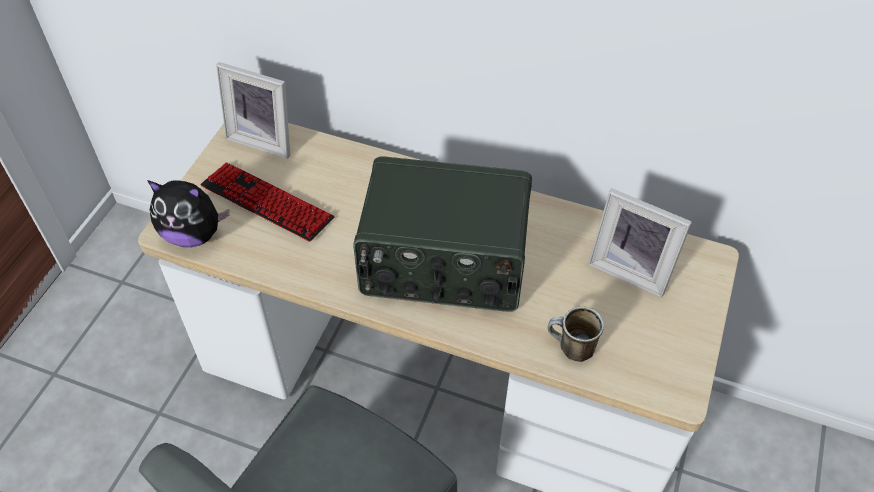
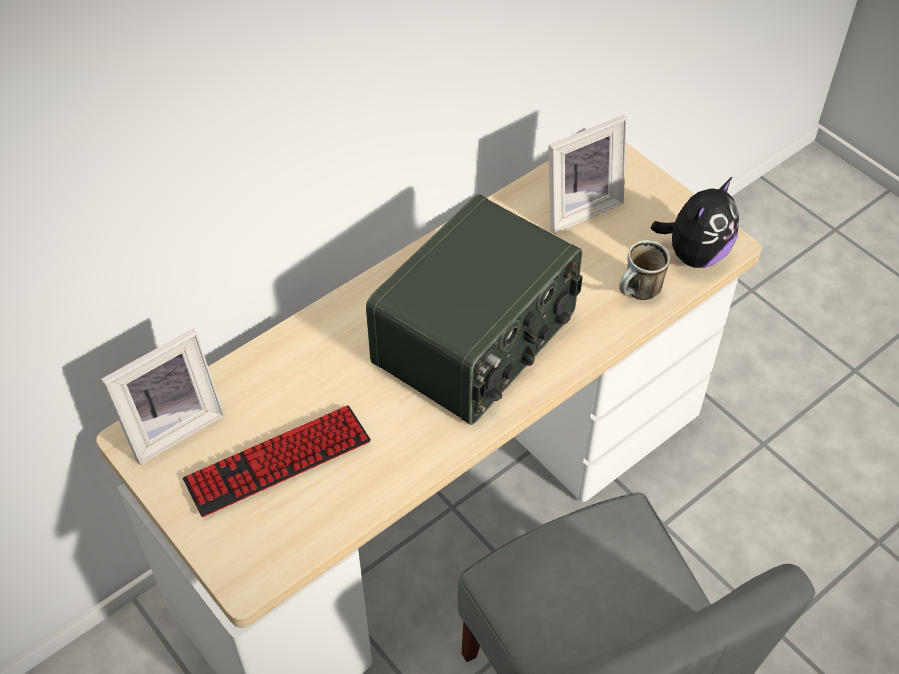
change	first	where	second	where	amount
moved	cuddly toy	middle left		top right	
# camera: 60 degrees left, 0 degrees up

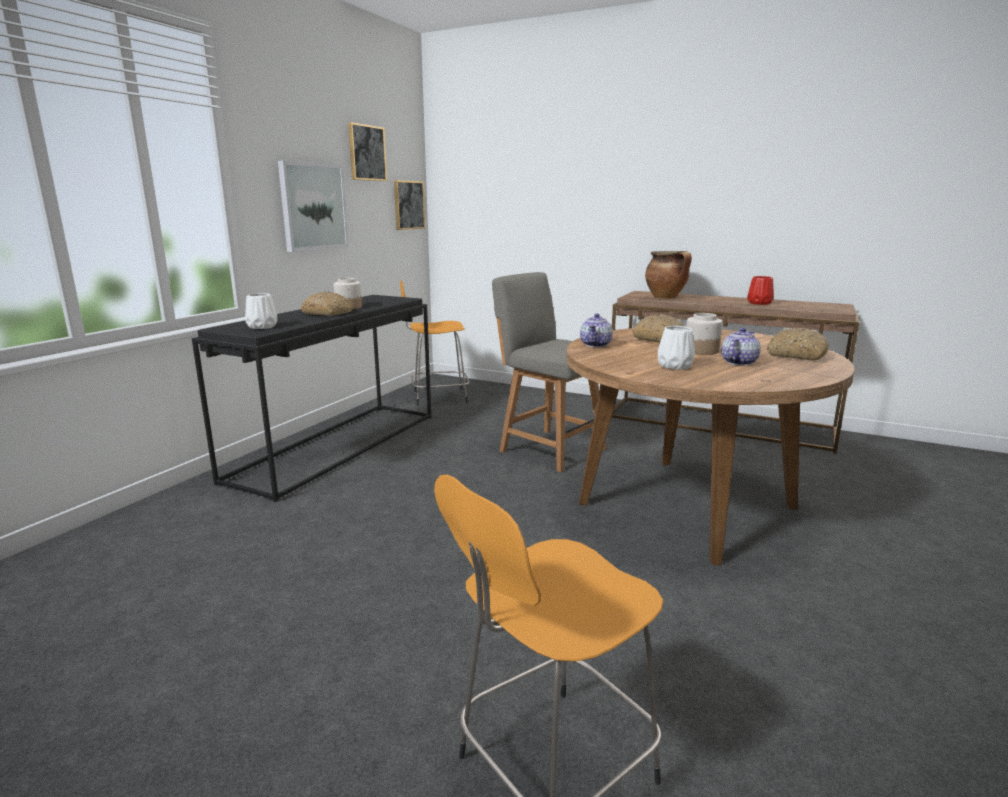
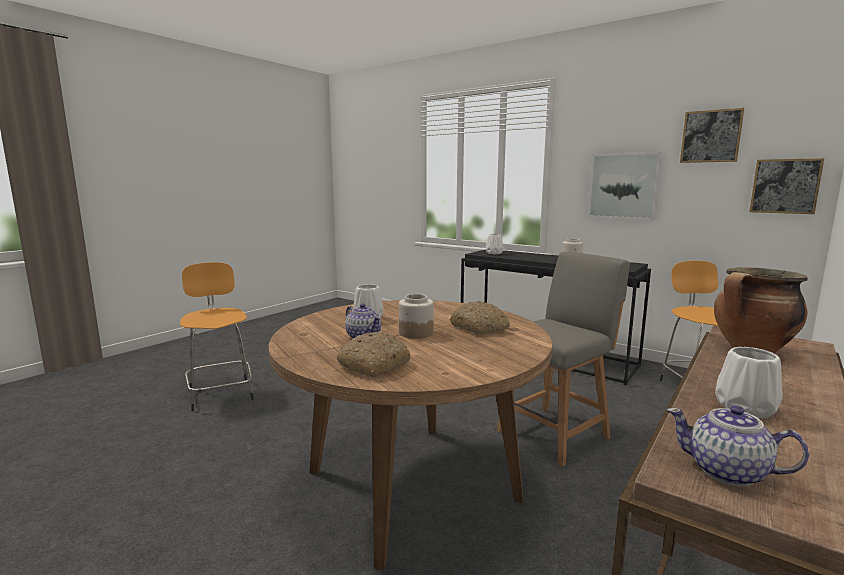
change	first	where	second	where	amount
removed	baked bread (1st from left)	middle left			
moved	teapot (1st from left in the first image)	centre	teapot (2nd from left)	bottom right	
recoloured	reddish flower vase	middle right	white-coloured flower vase (3rd from left)	middle right	
# camera: 100 degrees right, 5 degrees down

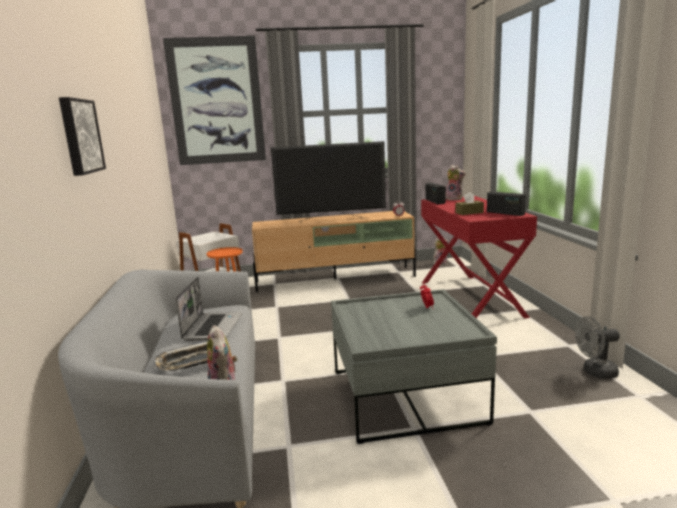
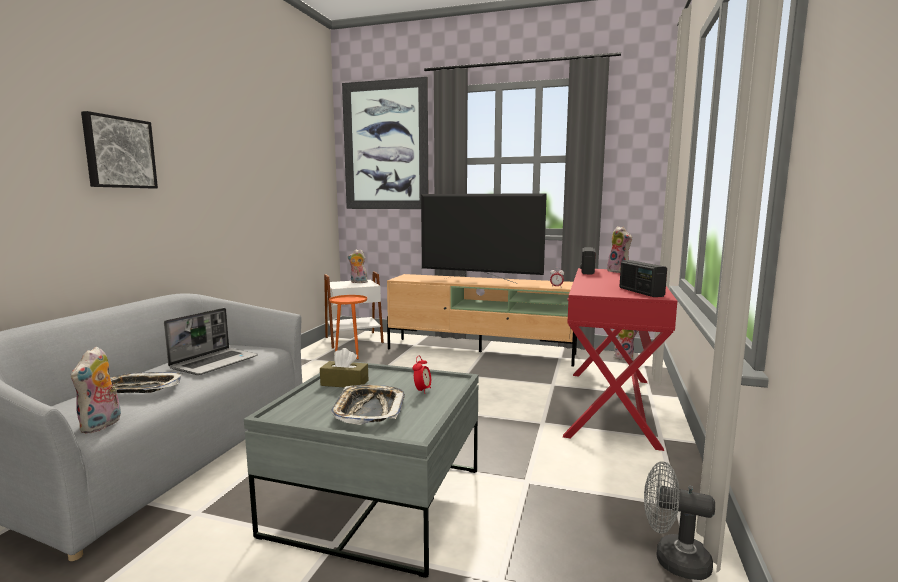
change	first	where	second	where	amount
added			serving tray (2nd from left)	bottom centre	
added			cuddly toy (2nd from left)	centre	
moved	brownish tissue box	middle right		centre	
# camera: 25 degrees right, 5 degrees down

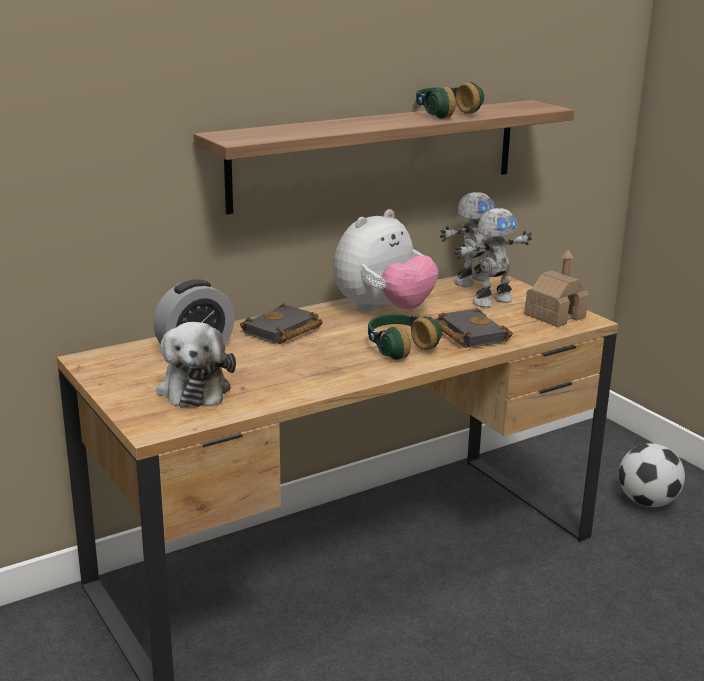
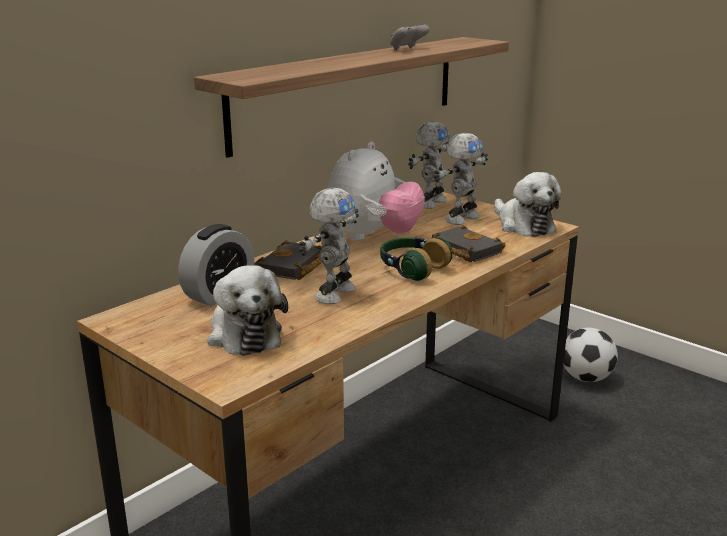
change	first	where	second	where	amount
added			toy robot (1st from left)	centre	
replaced	headset (2nd from left)	top centre	grey joypad	top centre	
replaced	miniature house	middle right	cuddly toy (3rd from left)	middle right	
# camera: 15 degrees left, 0 degrees up

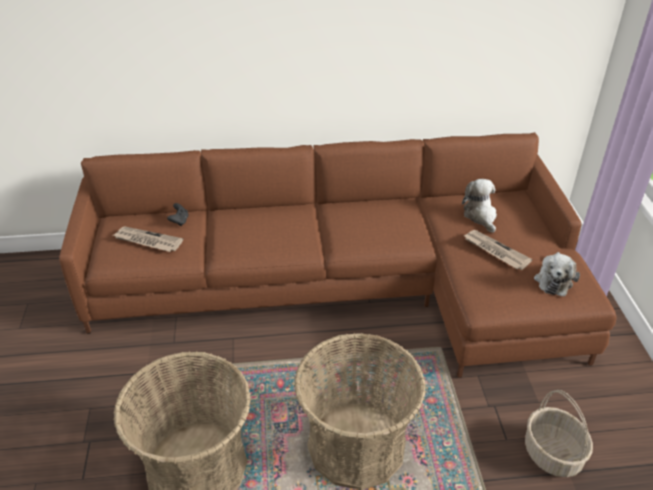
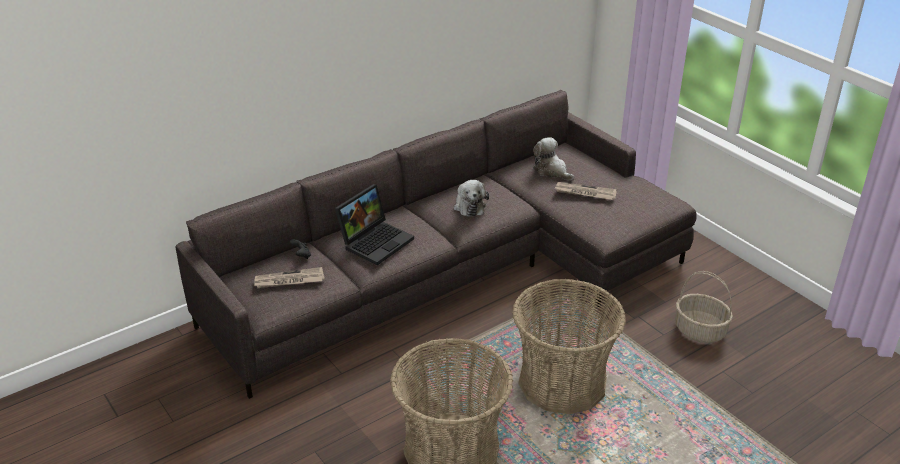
change	first	where	second	where	amount
added			notebook computer	centre	
moved	cuddly toy (2nd from left in the first image)	middle right	cuddly toy (1st from left)	centre	
recoloured	brownish sofa	centre	grey sofa	centre	
# camera: 30 degrees left, 5 degrees down

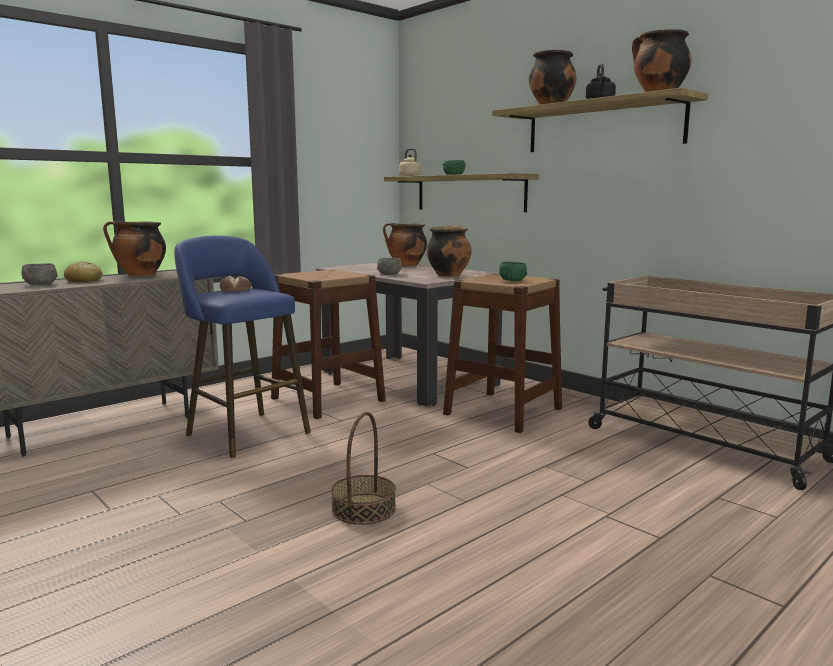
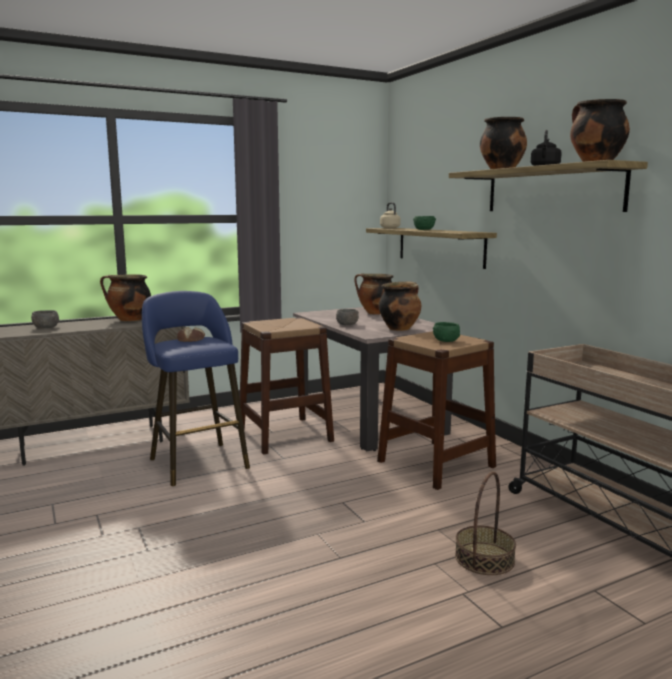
change	first	where	second	where	amount
removed	baked bread (1st from left)	middle left			
moved	household basket	bottom centre		bottom right	
# camera: 15 degrees right, 0 degrees up

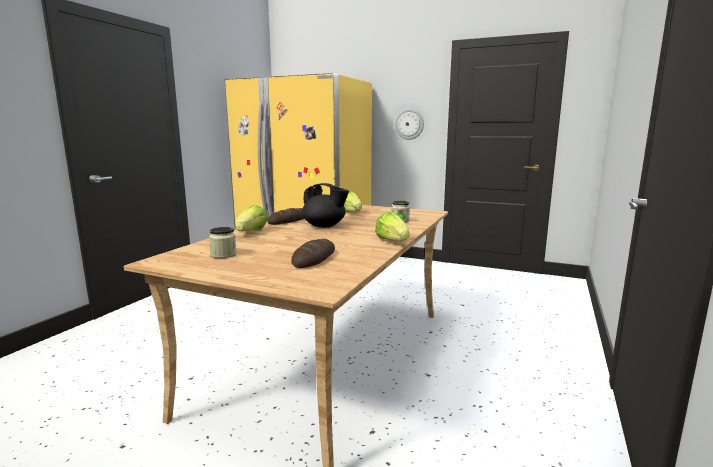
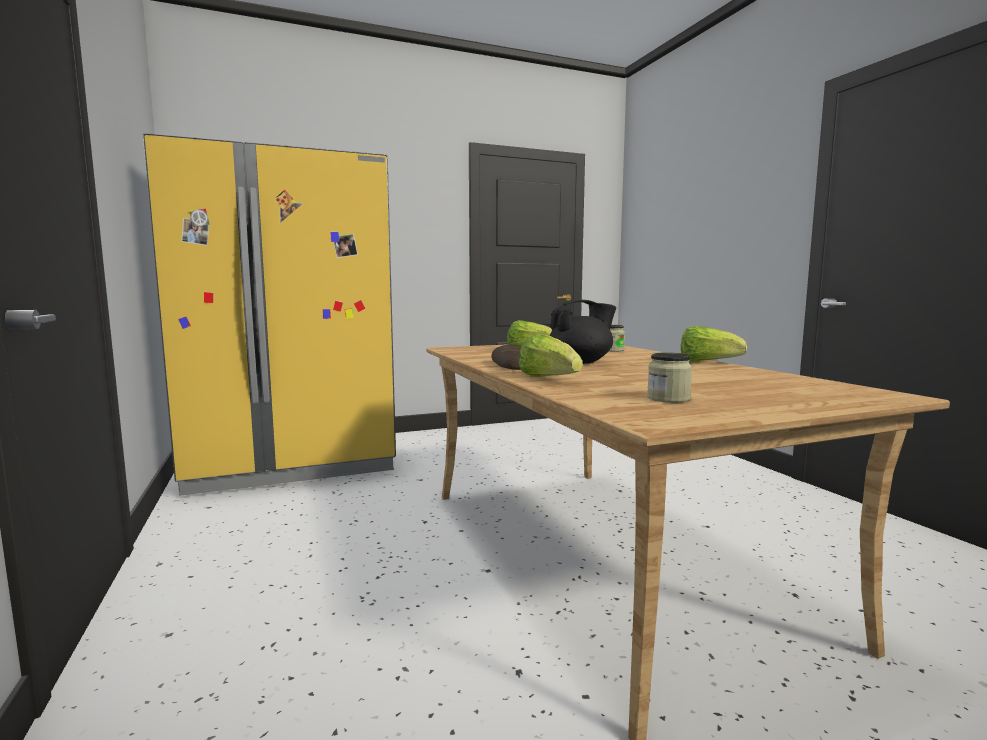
change	first	where	second	where	amount
removed	baked bread (2nd from left)	centre			
removed	wall clock	top centre			
# camera: 45 degrees left, 5 degrees down

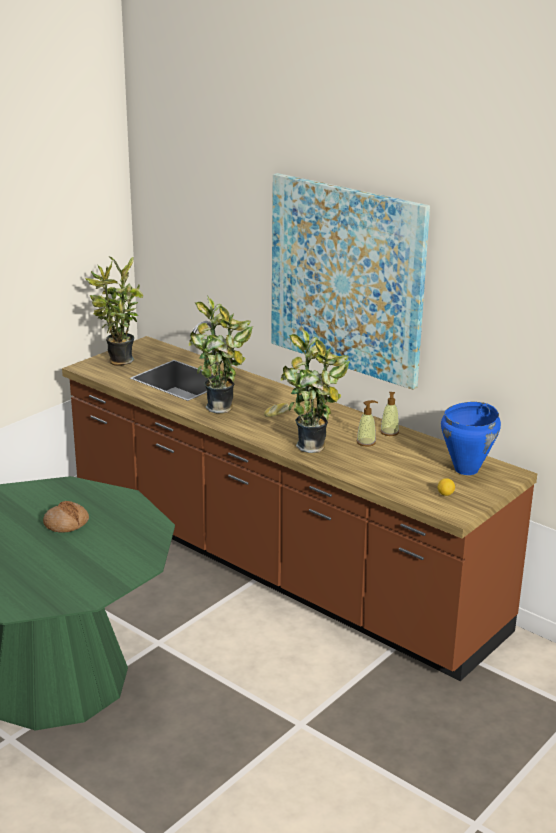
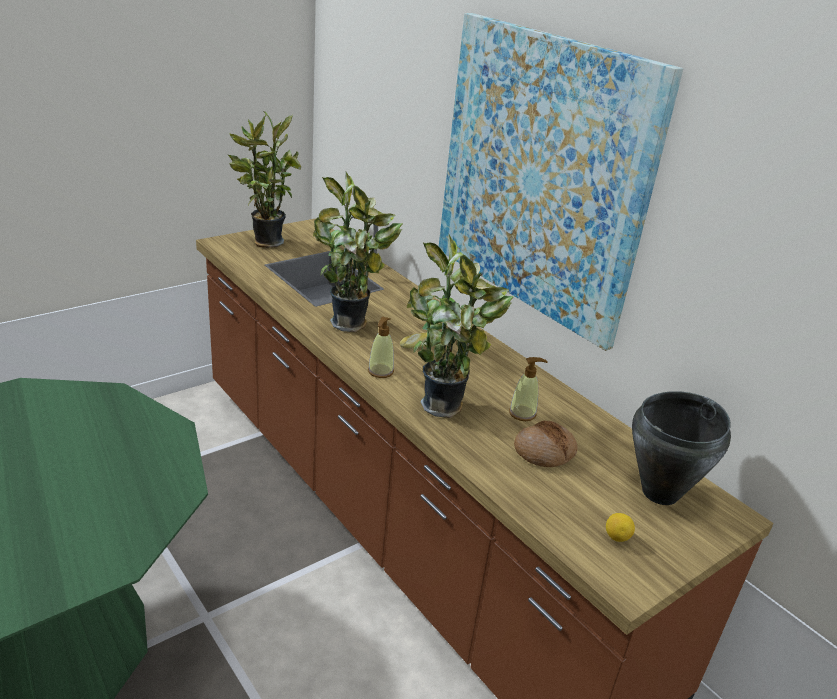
change	first	where	second	where	amount
moved	baked bread (1st from left in the first image)	middle left	baked bread (2nd from left)	centre	
moved	soap bottle (2nd from left in the first image)	middle right	soap bottle (1st from left)	centre	
recoloured	bluish cooking pot	middle right	black cooking pot	middle right	
# camera: 10 degrees right, 5 degrees up

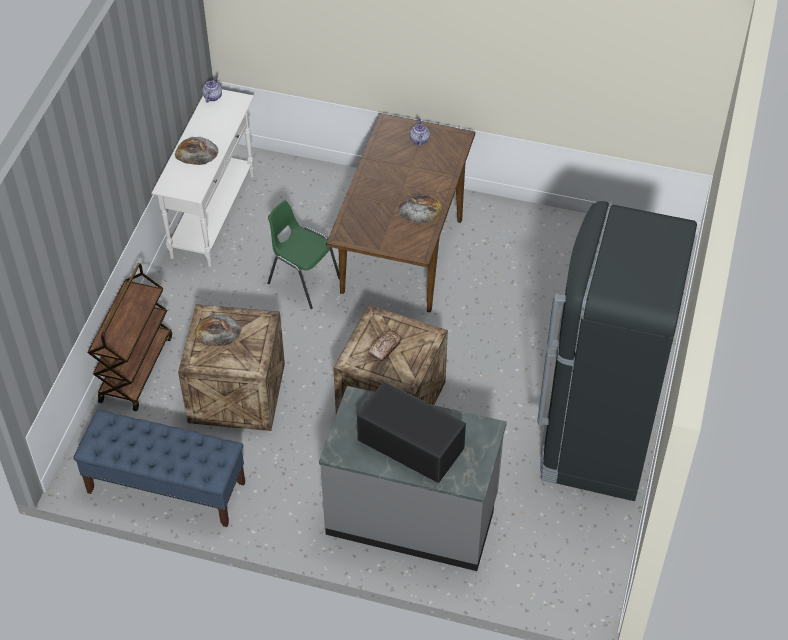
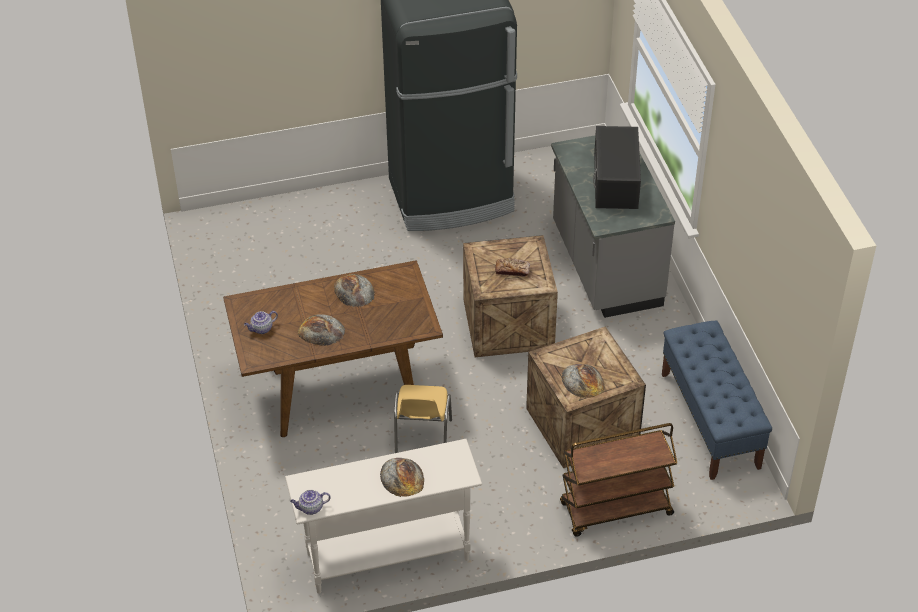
change	first	where	second	where	amount
added			baked bread (1st from left)	centre	
recoloured	greenish chair	centre	yellowish chair	bottom centre	
# camera: 120 degrees left, 5 degrees down

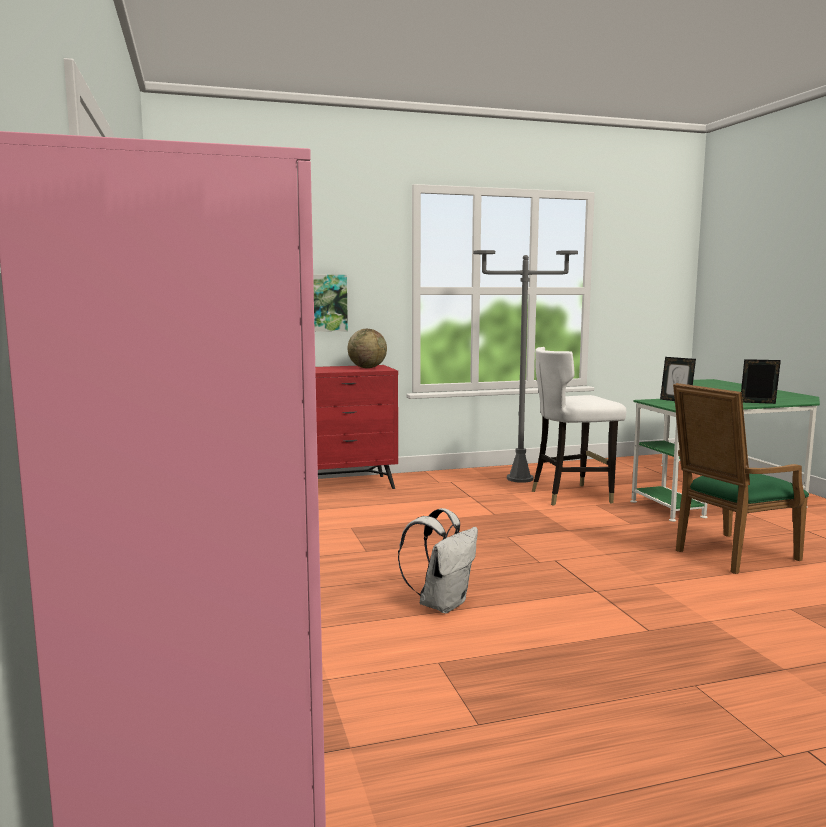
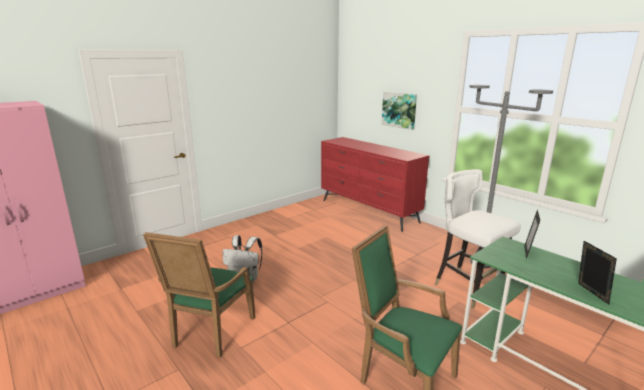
change	first	where	second	where	amount
removed	globe	centre			
added			greenish armchair (1st from left)	bottom left	
# camera: 65 degrees right, 10 degrees up

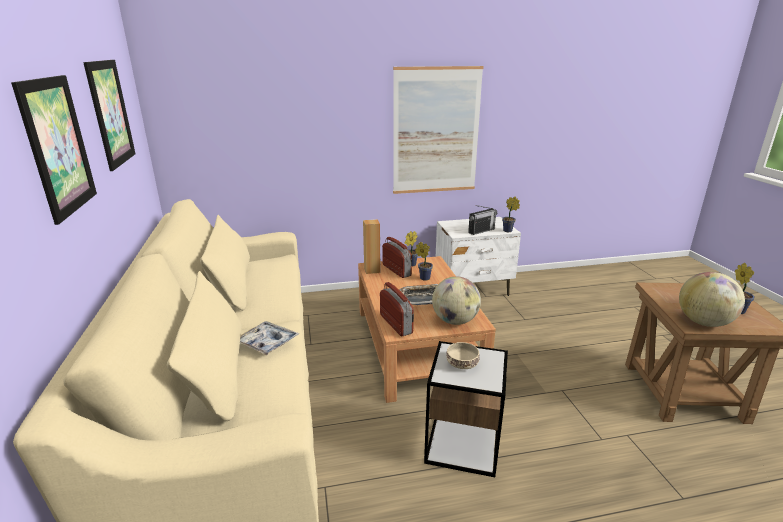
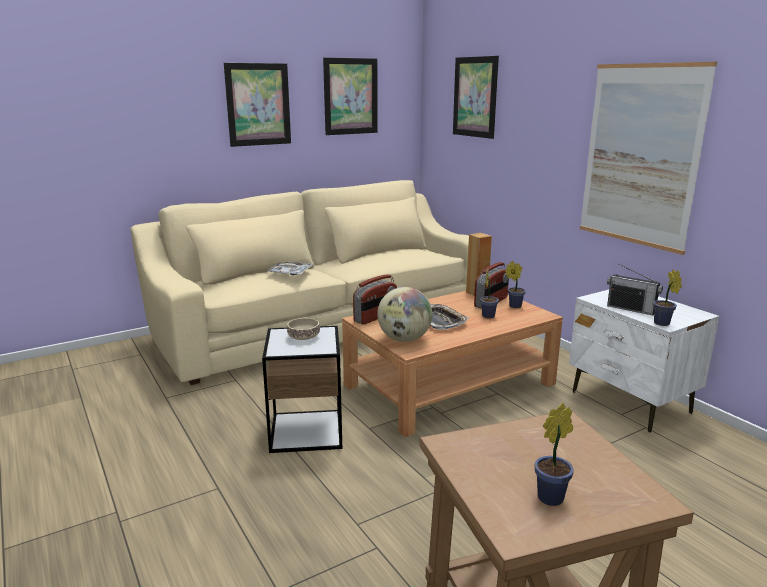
change	first	where	second	where	amount
removed	globe (2nd from left)	middle right			
added			wall art (3rd from left)	top centre	
# camera: 70 degrees right, 5 degrees down

